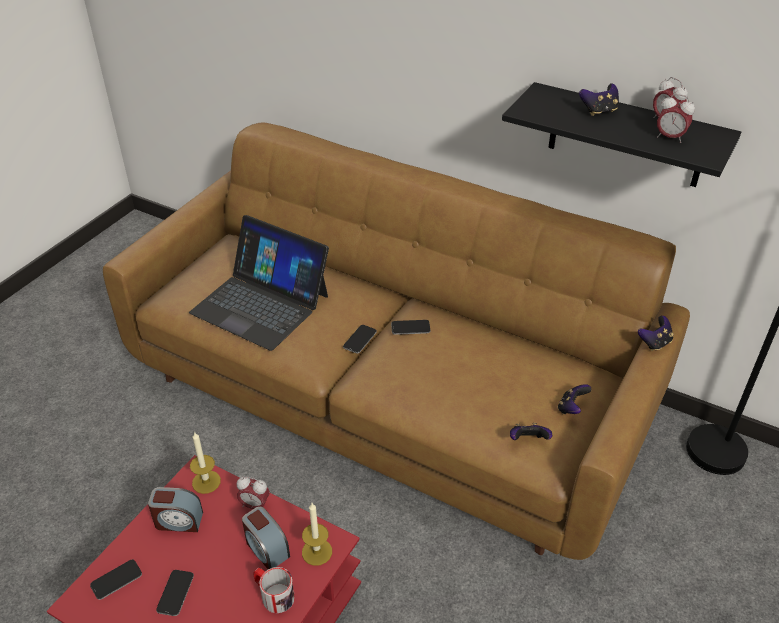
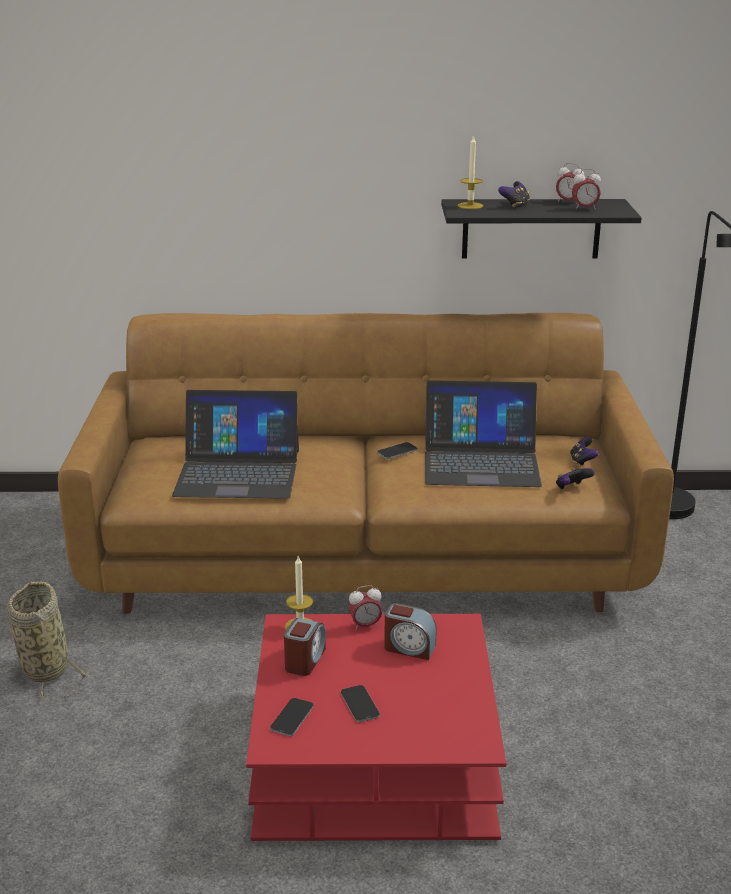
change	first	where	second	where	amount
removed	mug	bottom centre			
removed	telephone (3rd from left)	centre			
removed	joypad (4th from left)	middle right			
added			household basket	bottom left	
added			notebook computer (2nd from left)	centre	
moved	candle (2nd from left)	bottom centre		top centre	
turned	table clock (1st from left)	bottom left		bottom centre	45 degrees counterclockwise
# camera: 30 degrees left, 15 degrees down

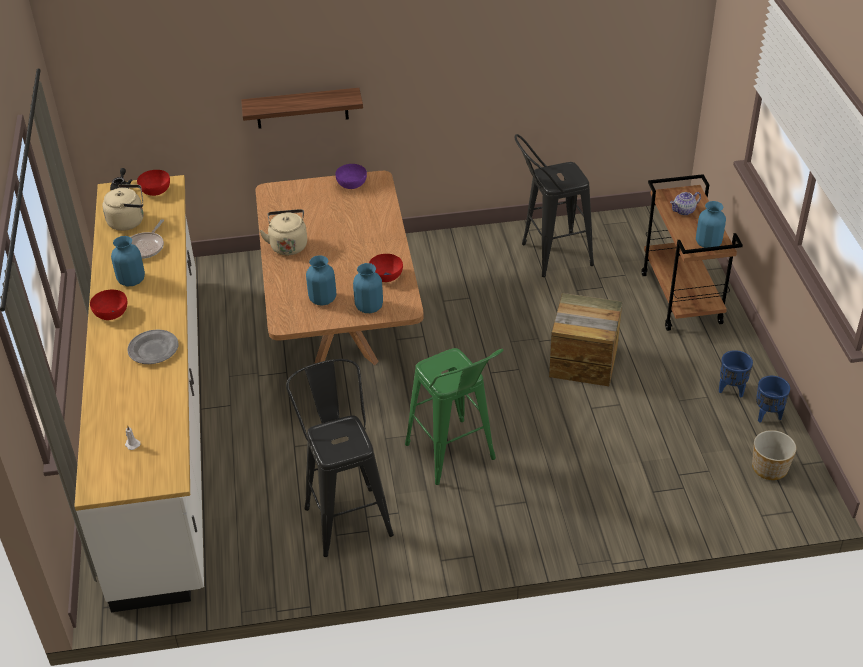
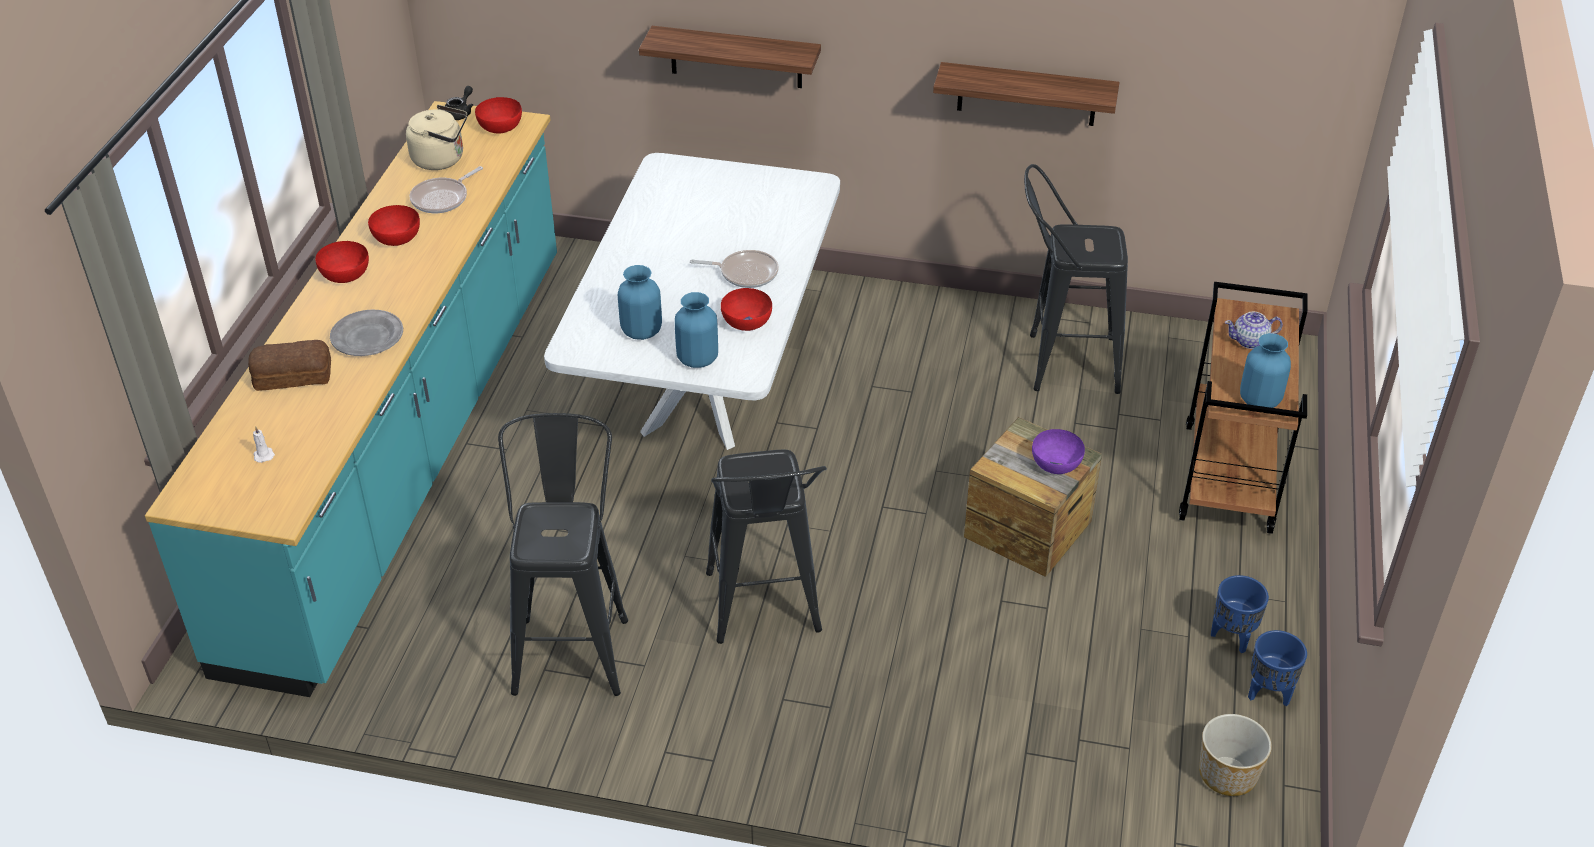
change	first	where	second	where	amount
removed	beige kettle (2nd from left)	middle left			
added			baked bread	middle left	
added			frying pan (2nd from left)	top centre	
added			wall shelf (2nd from left)	top centre	
moved	purplish serving bowl	top centre		centre	
replaced	bluish flower vase (1st from left)	middle left	reddish serving bowl (2nd from left)	top left	
recoloured	white-coloured kitchen base unit	middle left	turquoise kitchen base unit	middle left	
recoloured	brownish kitchen table	centre	white-coloured kitchen table	centre	
recoloured	greenish stool	centre	black stool (2nd from left)	centre	
# camera: 20 degrees right, 0 degrees up

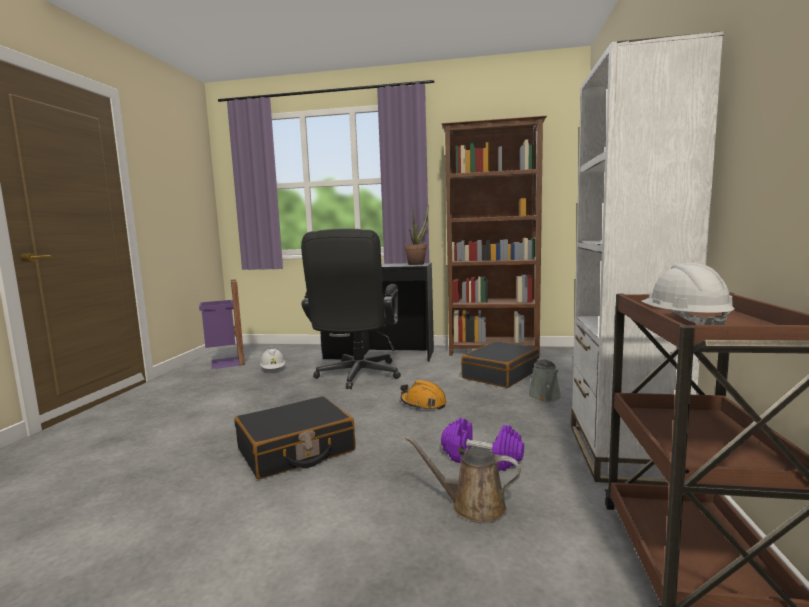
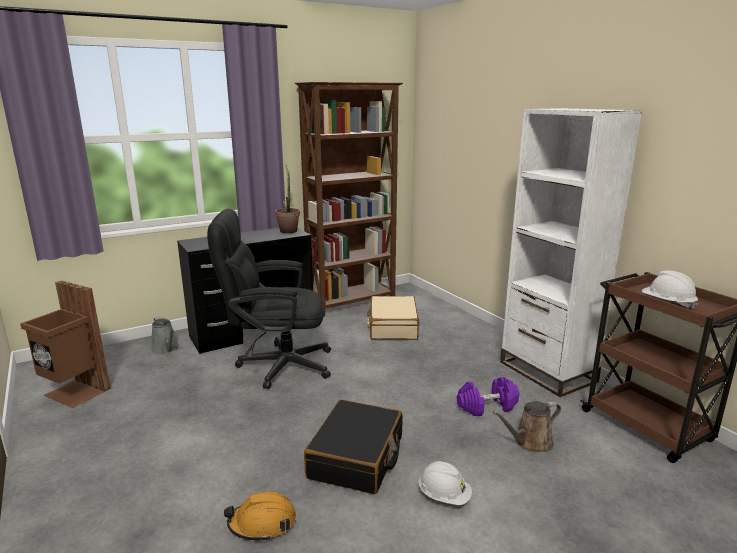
change	first	where	second	where	amount
moved	white-coloured safety helmet (1st from left)	centre		bottom centre	
moved	orange safety helmet	centre		bottom centre	
moved	grey watering pot	middle right		middle left	
recoloured	purplish rubbish bin	middle left	brownish rubbish bin	middle left	
recoloured	black suitcase (2nd from left)	centre	beige suitcase	centre	
turned	black office chair	centre		centre	120 degrees clockwise
# camera: 40 degrees left, 10 degrees up

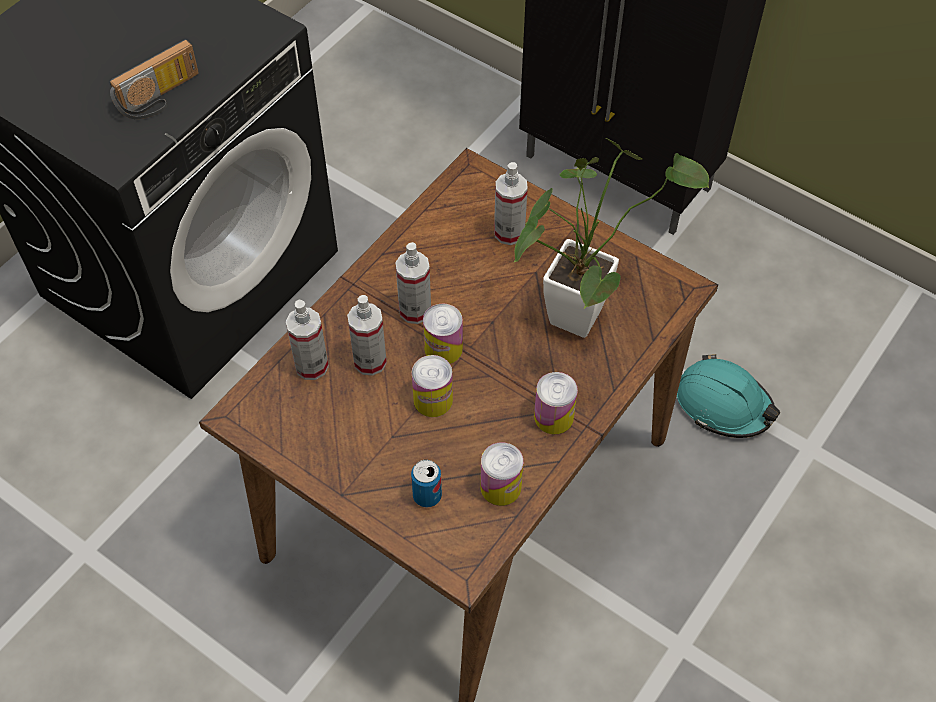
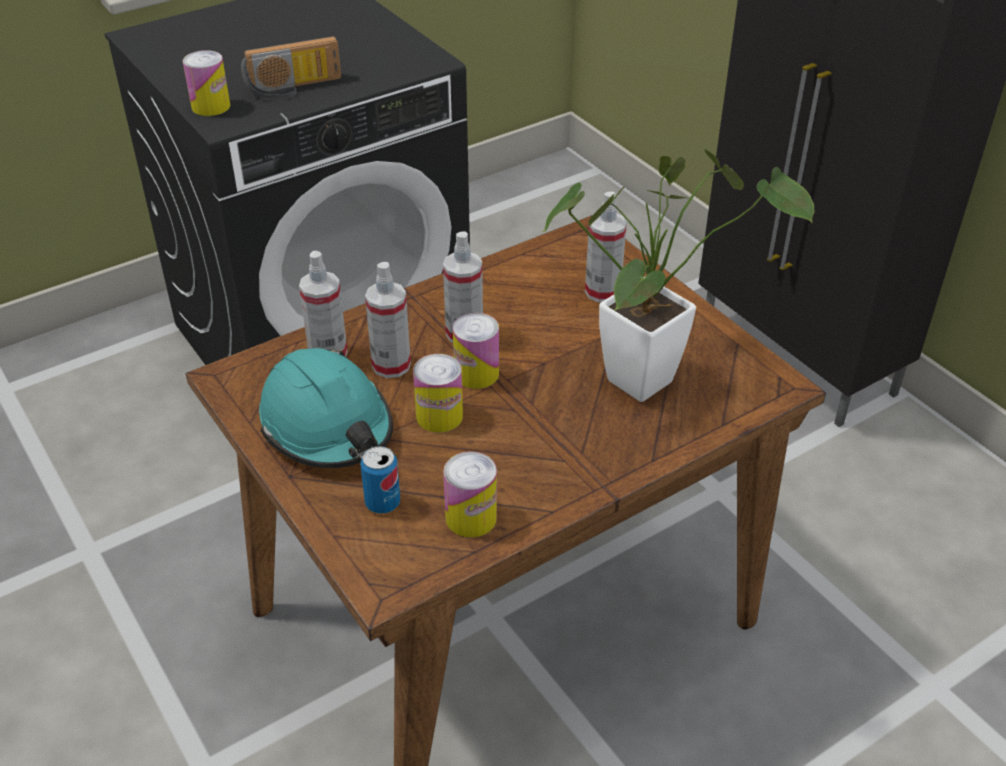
change	first	where	second	where	amount
moved	sealed can (5th from left in the first image)	centre	sealed can (1st from left)	top left	
moved	turquoise safety helmet	middle right		middle left	
# camera: 20 degrees right, 15 degrees down

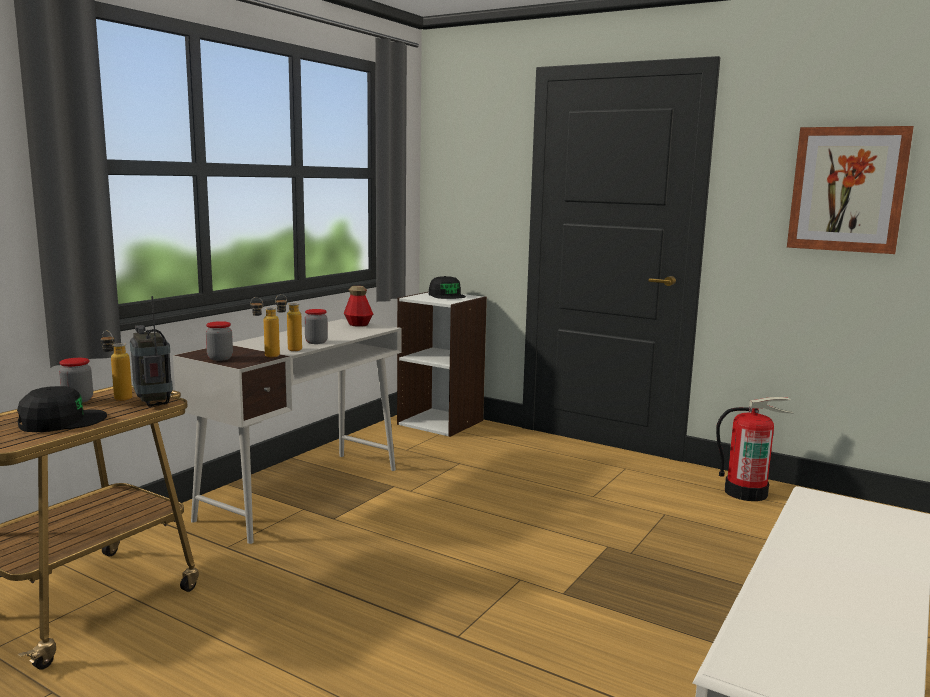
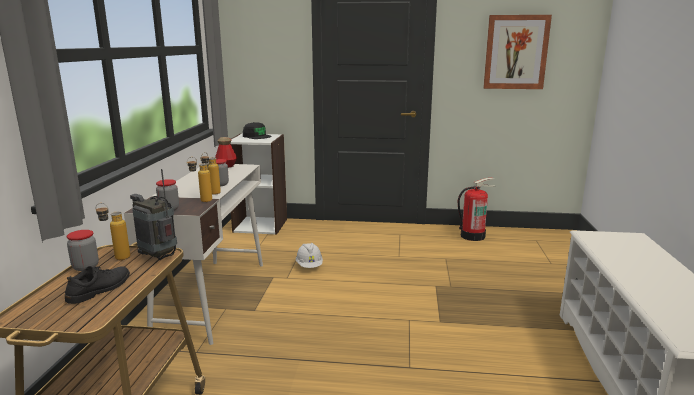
change	first	where	second	where	amount
added			white-coloured safety helmet	centre	
replaced	black cap (1st from left)	middle left	black item of footwear	bottom left	
# camera: 25 degrees left, 5 degrees up

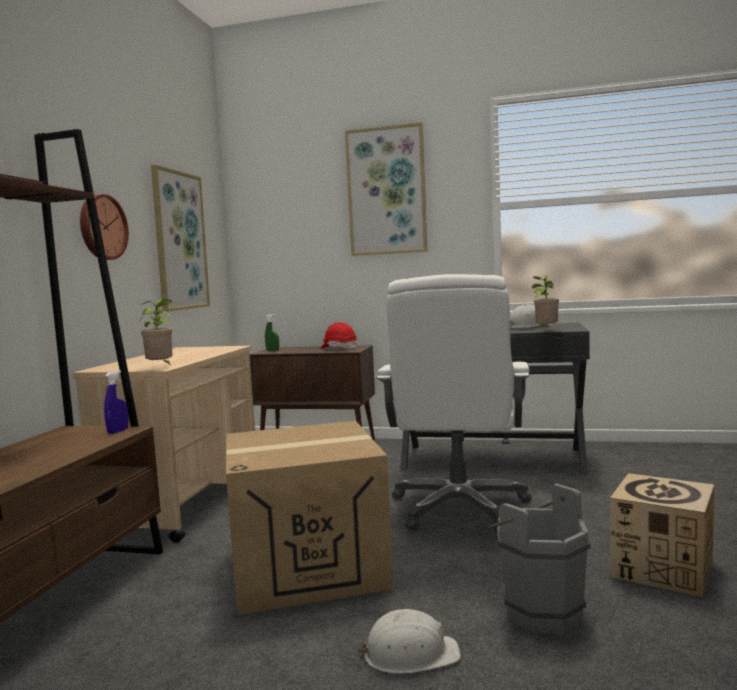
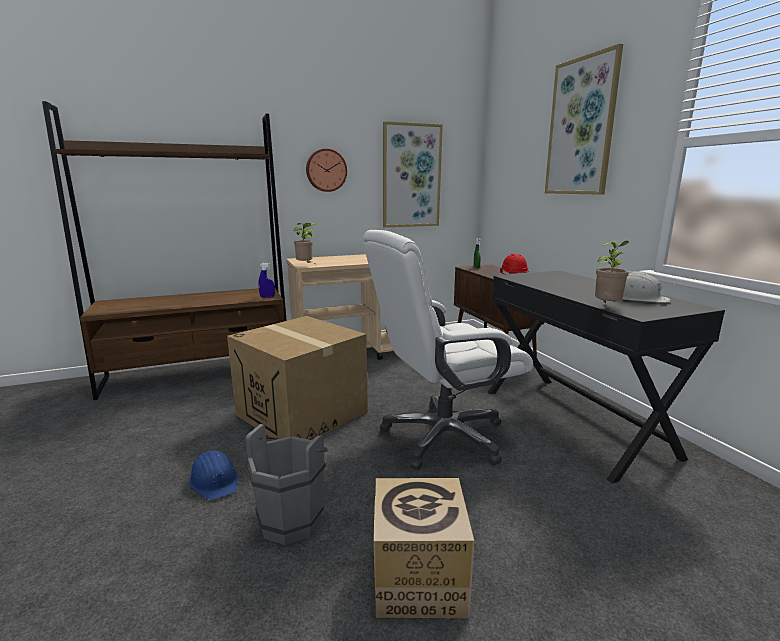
change	first	where	second	where	amount
recoloured	white-coloured safety helmet (1st from left)	bottom centre	bluish safety helmet	bottom left	
# camera: 55 degrees right, 10 degrees up

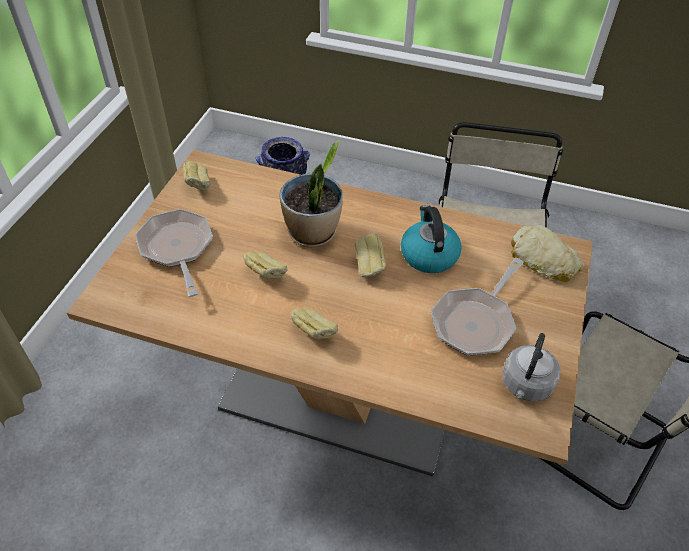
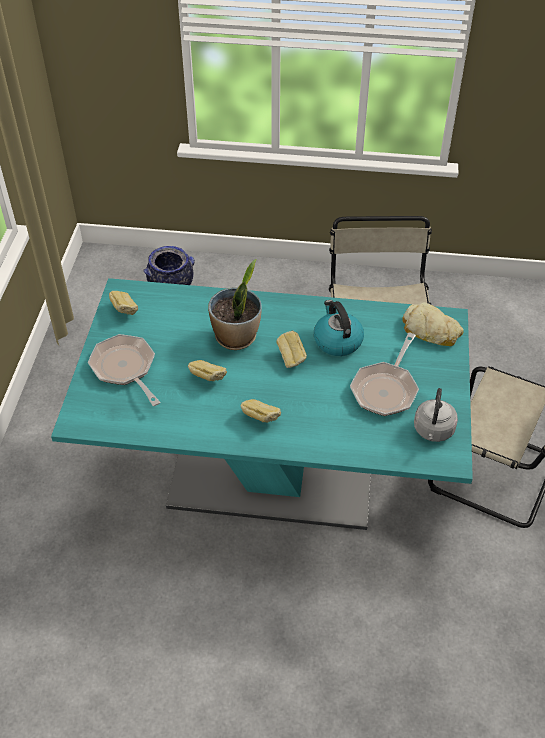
change	first	where	second	where	amount
recoloured	brownish kitchen table	centre	turquoise kitchen table	centre	
# camera: 10 degrees left, 0 degrees up

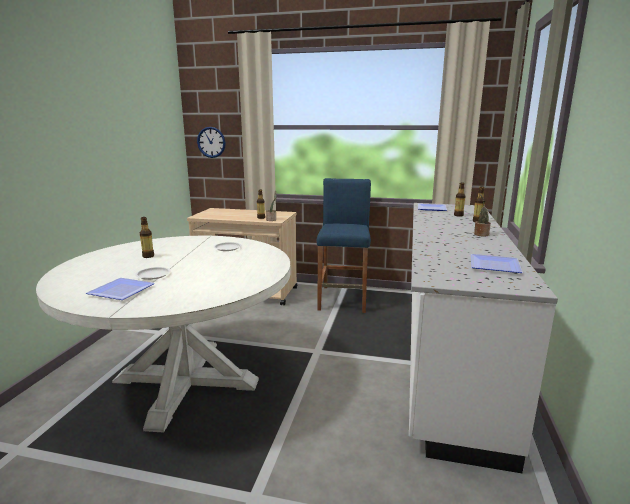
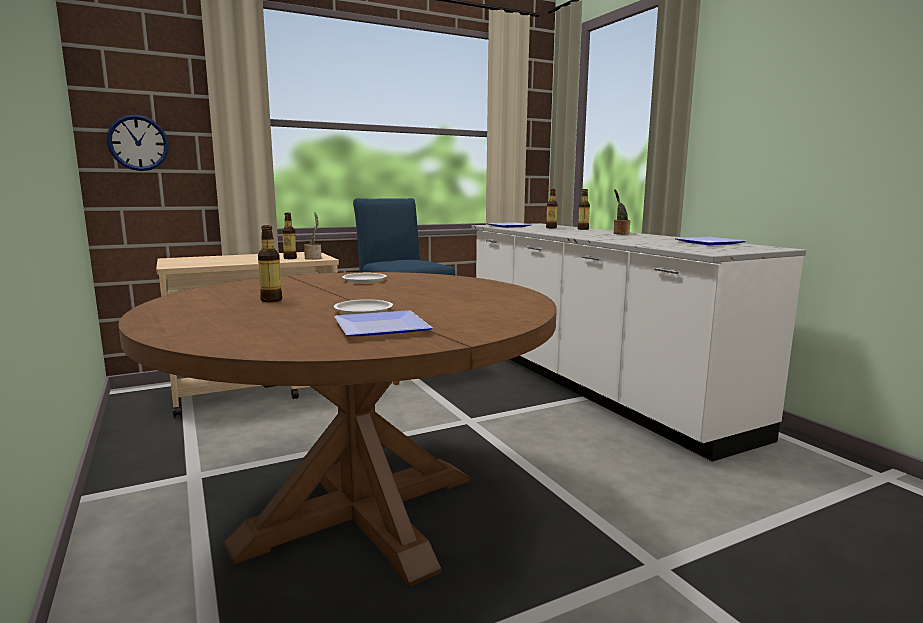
change	first	where	second	where	amount
recoloured	white-coloured kitchen table	middle left	brownish kitchen table	bottom centre	
# camera: 40 degrees left, 5 degrees down

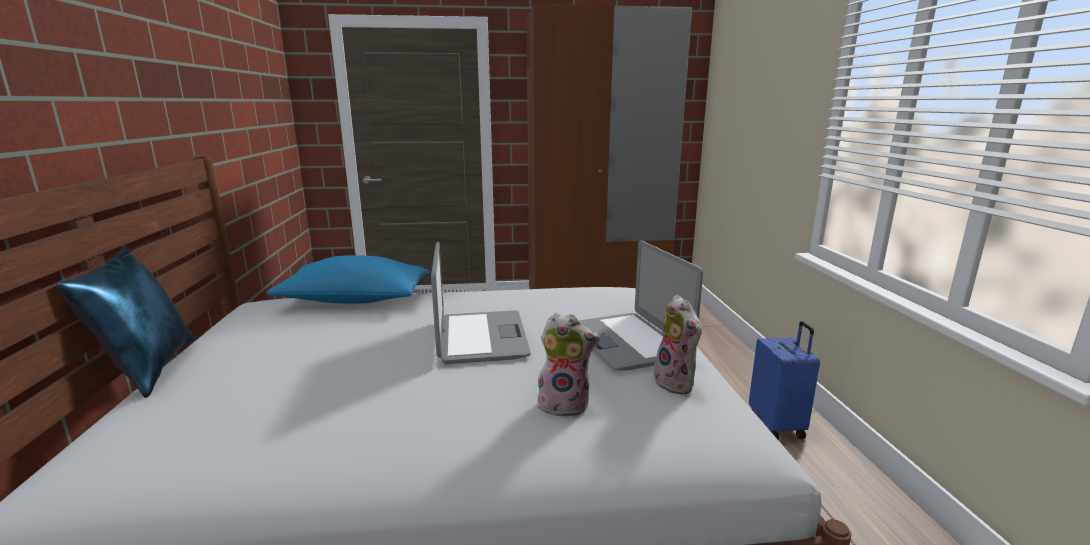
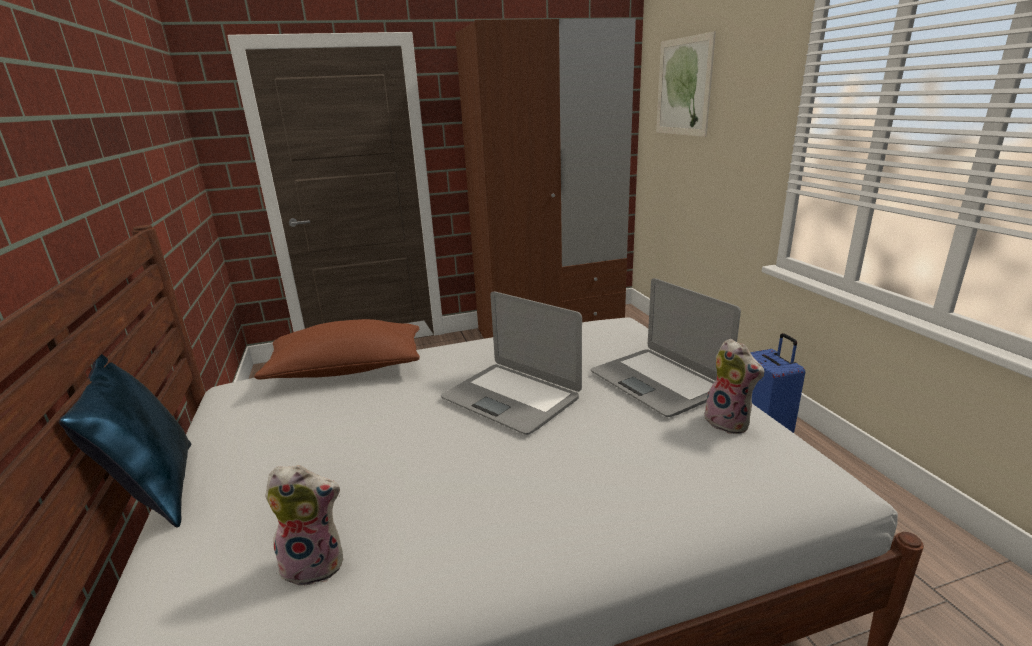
change	first	where	second	where	amount
added			wall art	top centre	
moved	cuddly toy (1st from left)	bottom centre		bottom left	
recoloured	bluish throw pillow (2nd from left)	middle left	brownish throw pillow	middle left	
turned	notebook computer (1st from left)	centre		centre	150 degrees clockwise
# camera: 10 degrees left, 5 degrees up

